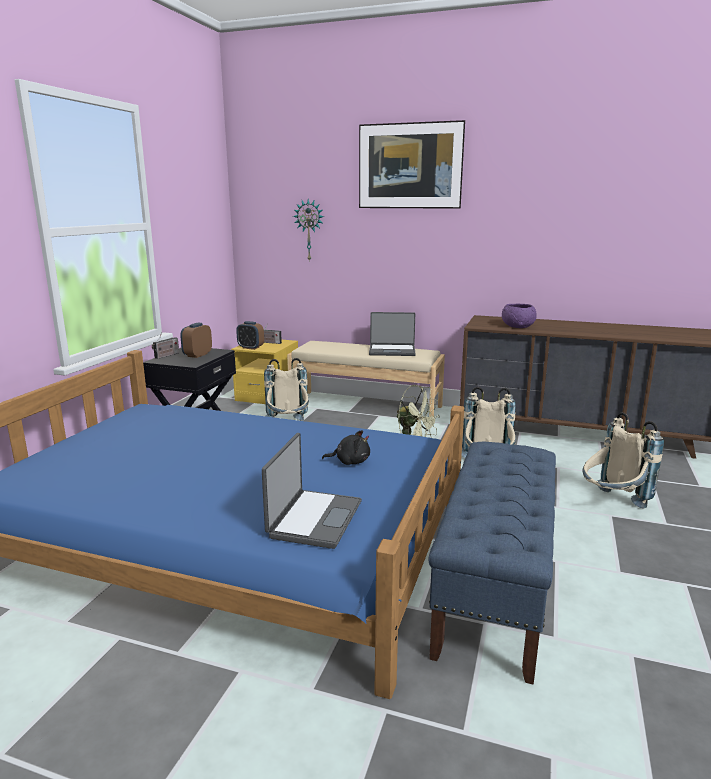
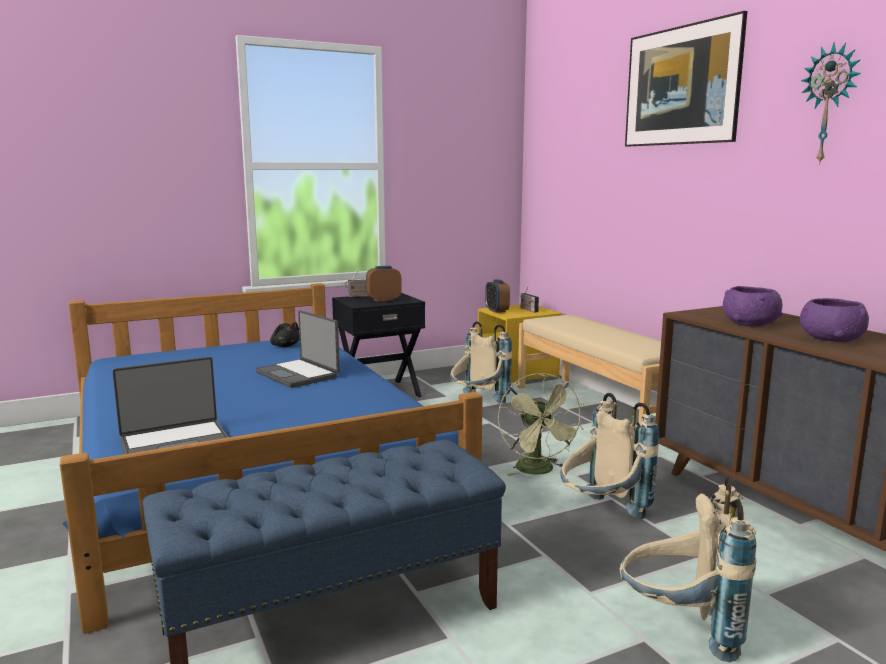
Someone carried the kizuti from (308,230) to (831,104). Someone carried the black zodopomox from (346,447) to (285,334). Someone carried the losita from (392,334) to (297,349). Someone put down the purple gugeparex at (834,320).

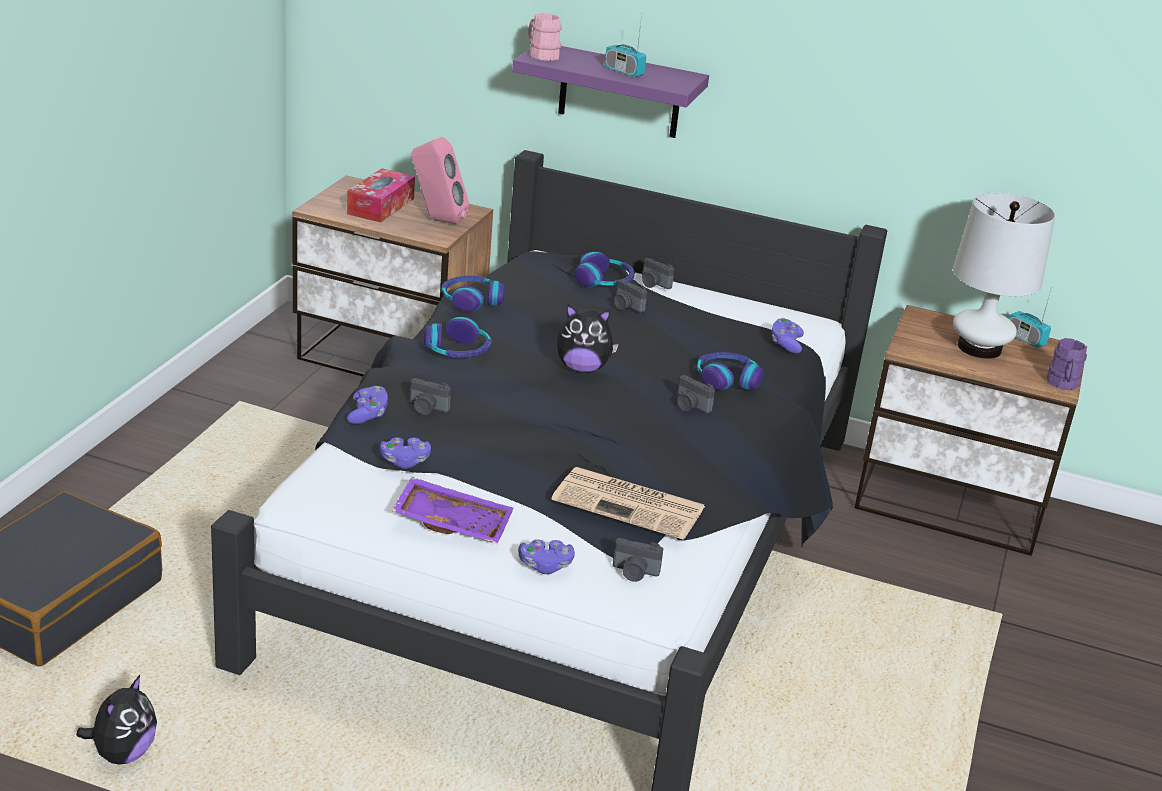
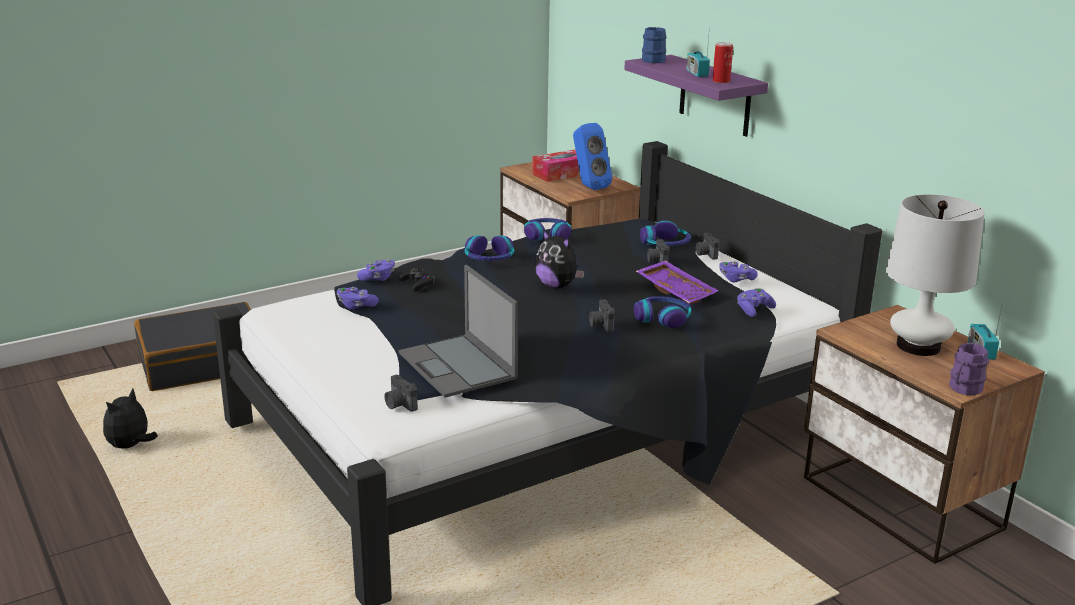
Someone rotated the zodopomox at (116,720) by 150 degrees clockwise. Someone carried the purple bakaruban from (453,510) to (677,282). Someone swapped the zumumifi at (430,396) for the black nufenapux at (416,279). Someone repainted the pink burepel at (440,181), which became the blue burepel at (592,156). Someone carried the purple nufenapux from (546,556) to (738,271). Someone repainted the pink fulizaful at (545,37), which became the blue fulizaful at (654,45). Someone swapped the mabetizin at (628,503) for the losita at (458,331). Someone put down the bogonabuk at (723,63).

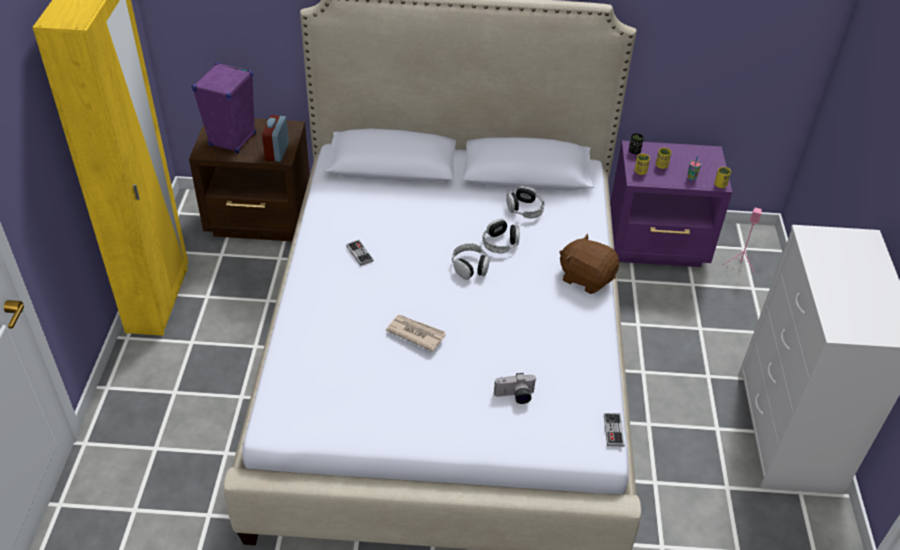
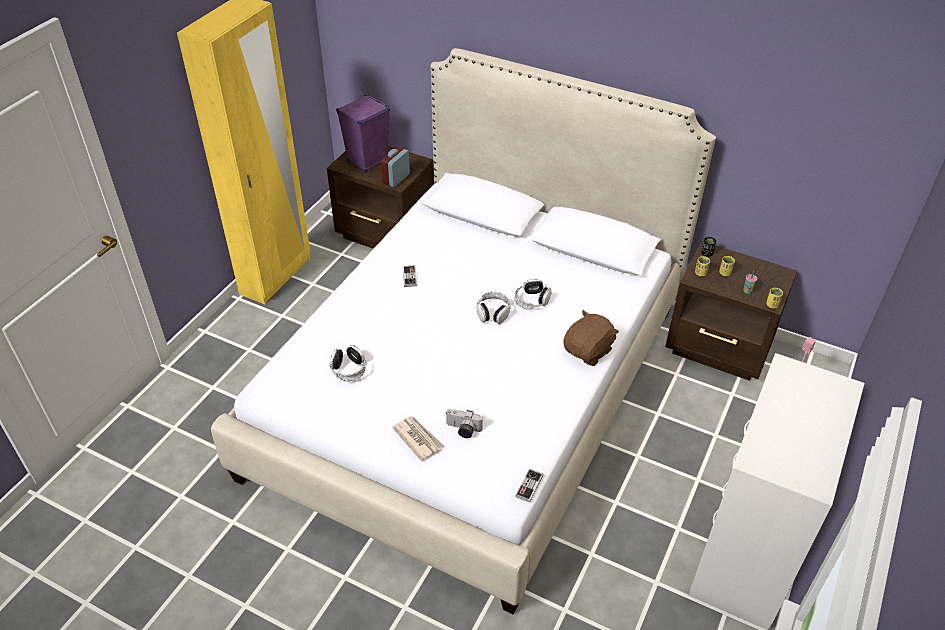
Someone carried the mabetizin from (416,333) to (418,438). Someone carried the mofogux from (525,202) to (348,363). Someone rotated the brown zodopomox at (589,263) by 75 degrees clockwise. Someone repainted the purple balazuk at (671,203), which became the brown balazuk at (731,311).

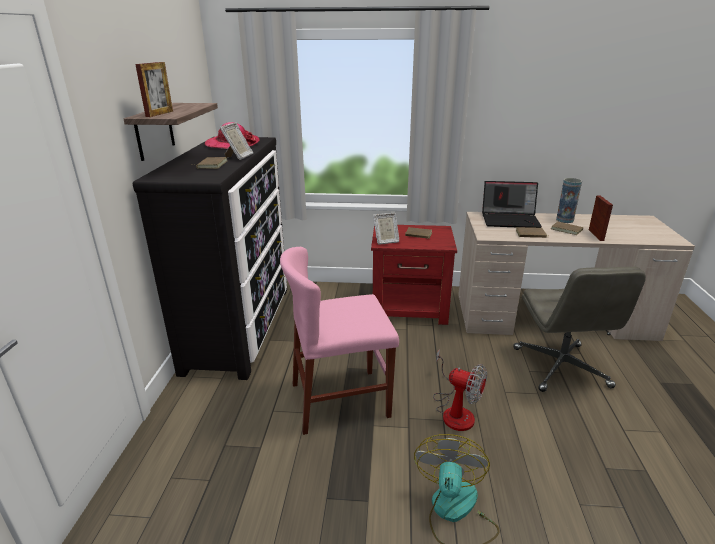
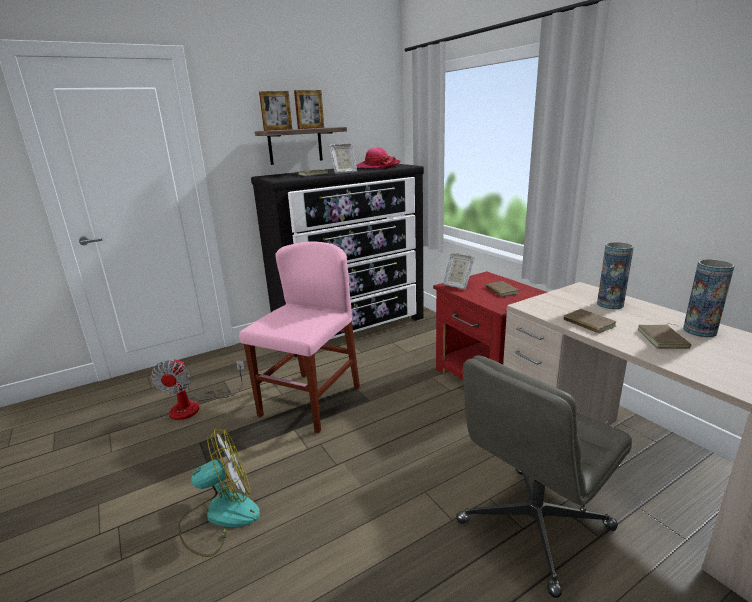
Someone rotated the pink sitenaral at (339,341) by 75 degrees clockwise. Someone carried the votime from (460,390) to (198,389). Someone swapped the losita at (512,204) for the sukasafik at (615,275). Someone carried the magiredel from (601,218) to (309,109).

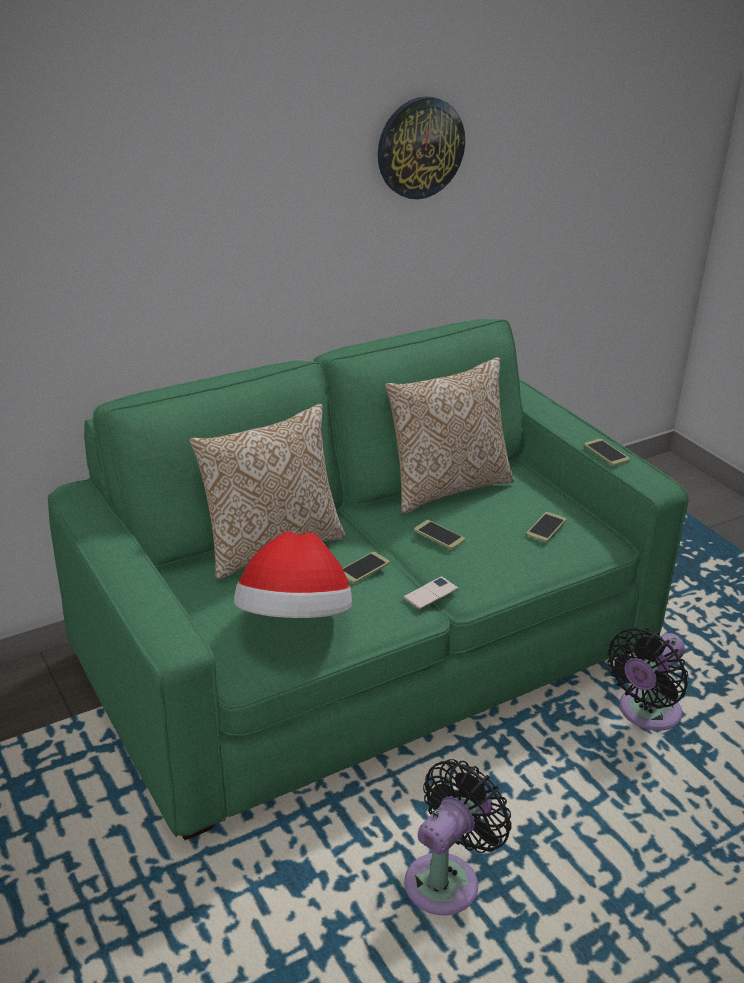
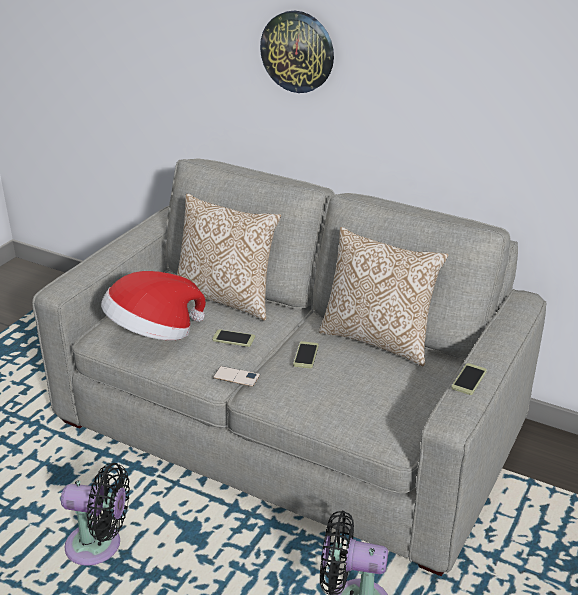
Someone repainted the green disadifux at (368,579), which became the grey disadifux at (289,367). Someone carried the kizuti from (421,147) to (297,52). Someone took away the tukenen at (546,527).

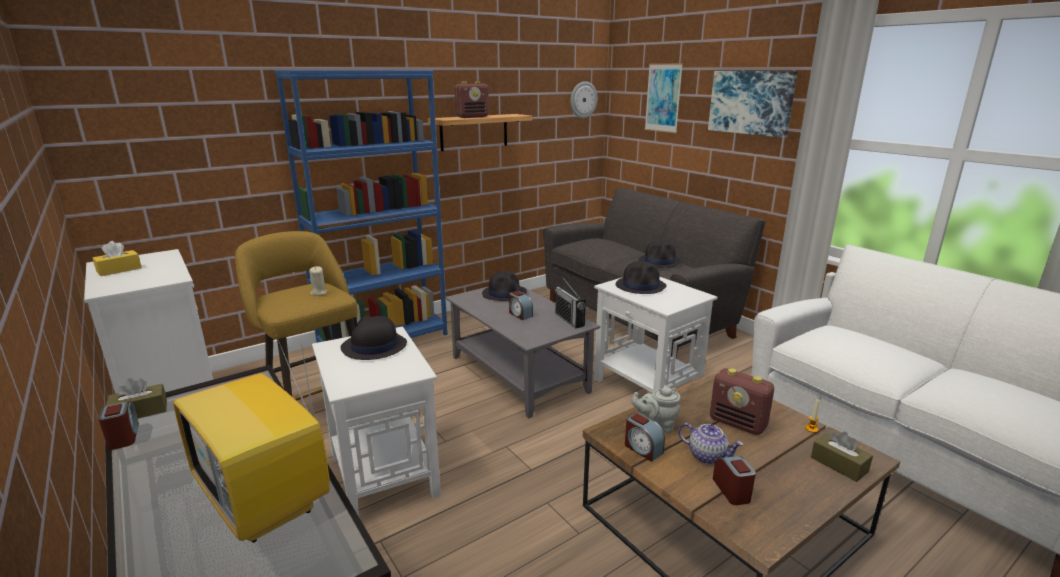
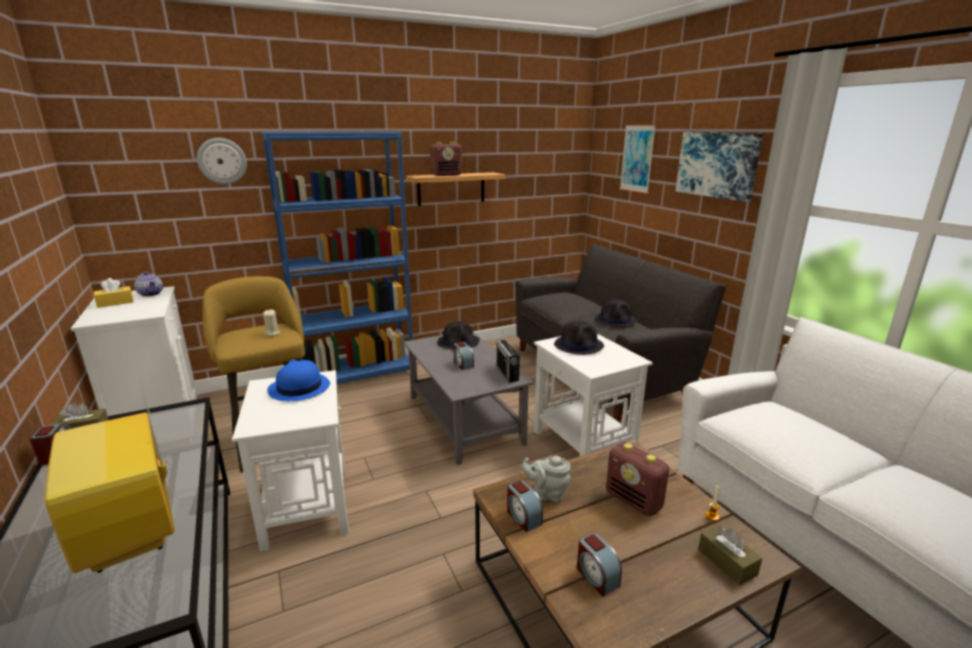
Someone repainted the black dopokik at (373,338), which became the blue dopokik at (298,380). Someone carried the kizuti from (583,99) to (222,161). Someone carried the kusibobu from (710,443) to (148,284). Someone rotated the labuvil at (734,480) by 150 degrees clockwise.

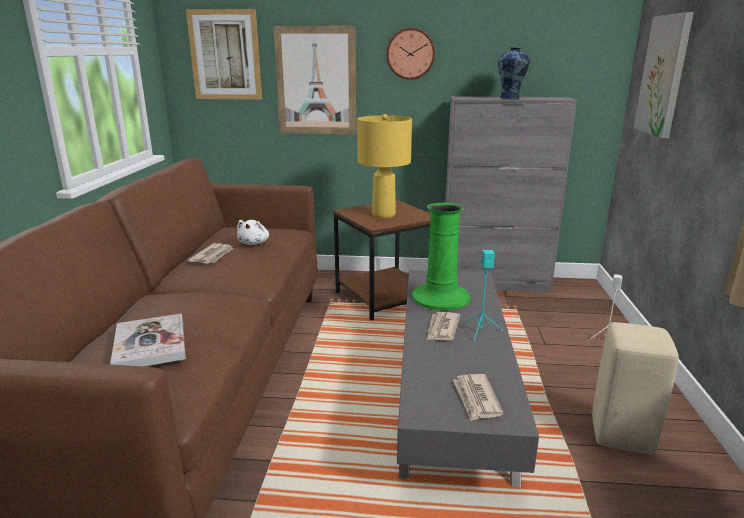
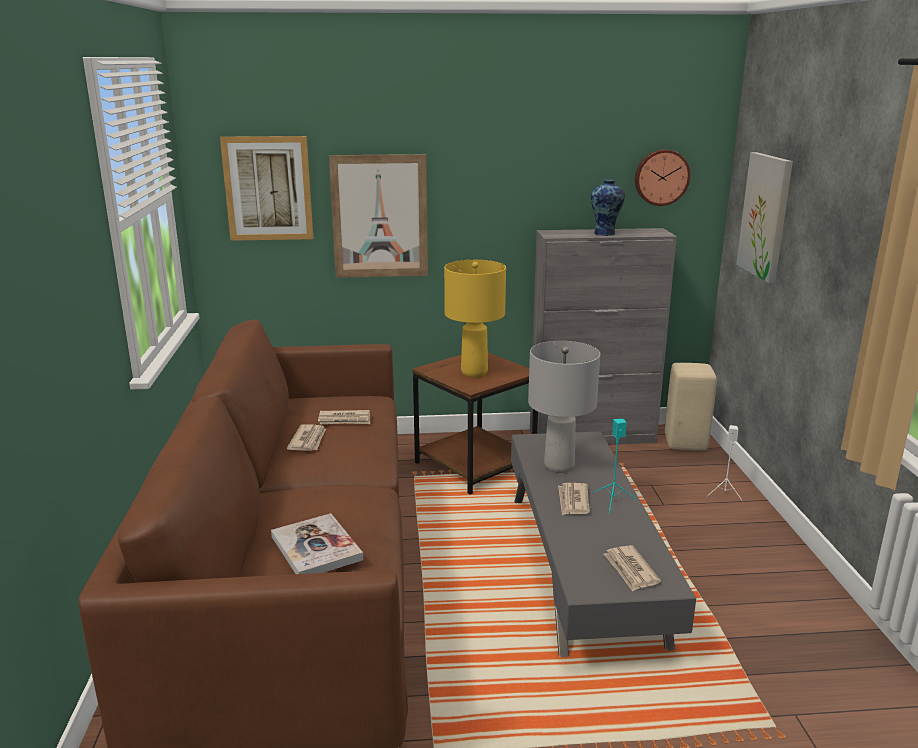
Someone swapped the white zodopomox at (253,232) for the mabetizin at (344,417). Someone carried the kizuti from (410,54) to (662,177). Someone swapped the green sukasafik at (441,257) for the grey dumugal at (564,407). Someone carried the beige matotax from (635,388) to (691,407).

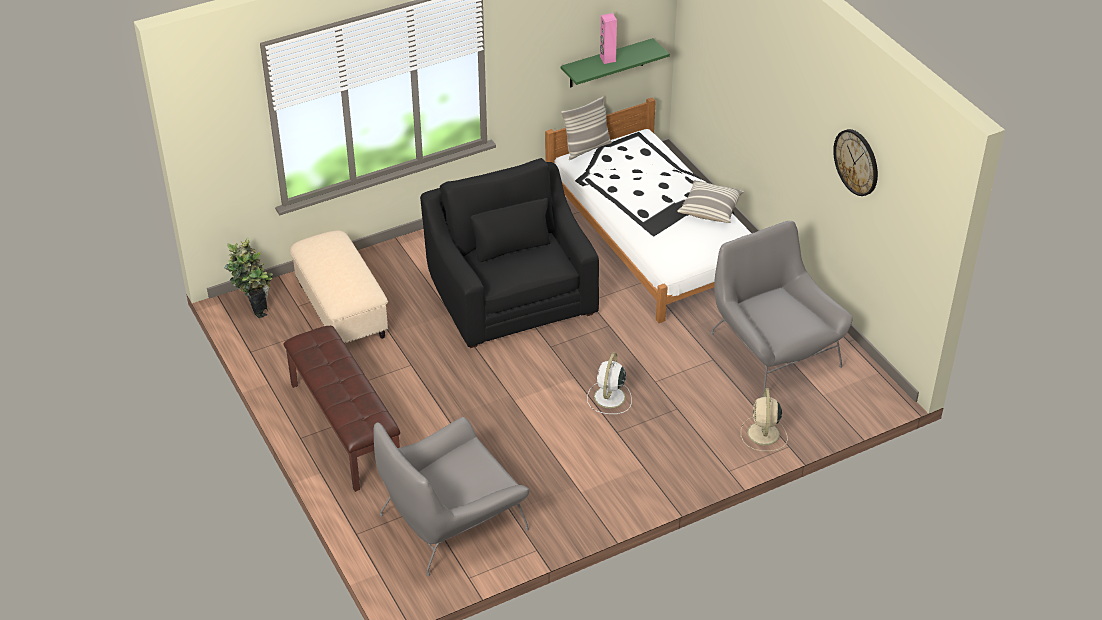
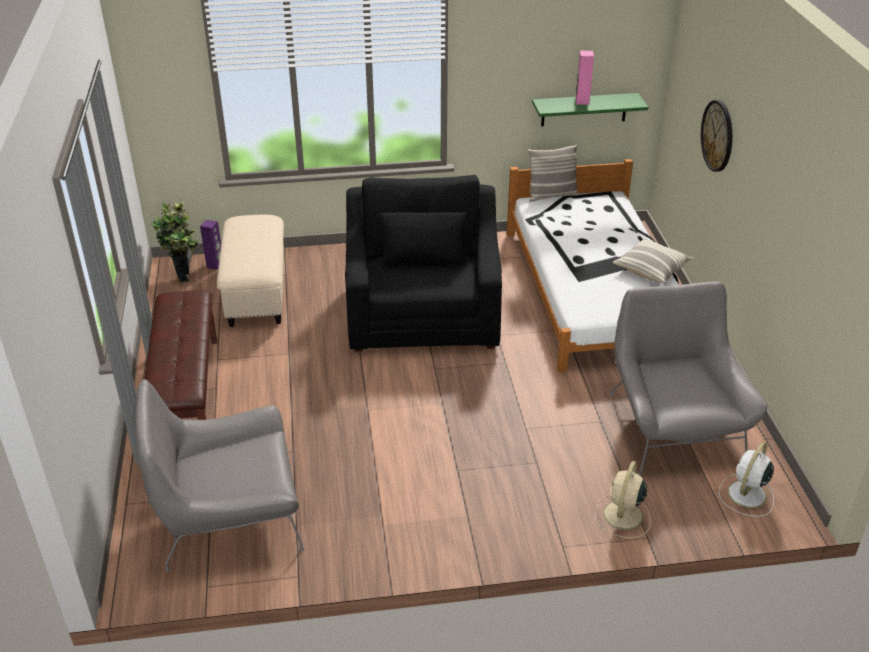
Someone carried the white votime from (609,383) to (746,479). Someone carried the kizuti from (855,162) to (716,136). Someone put down the purple burepel at (210,245).

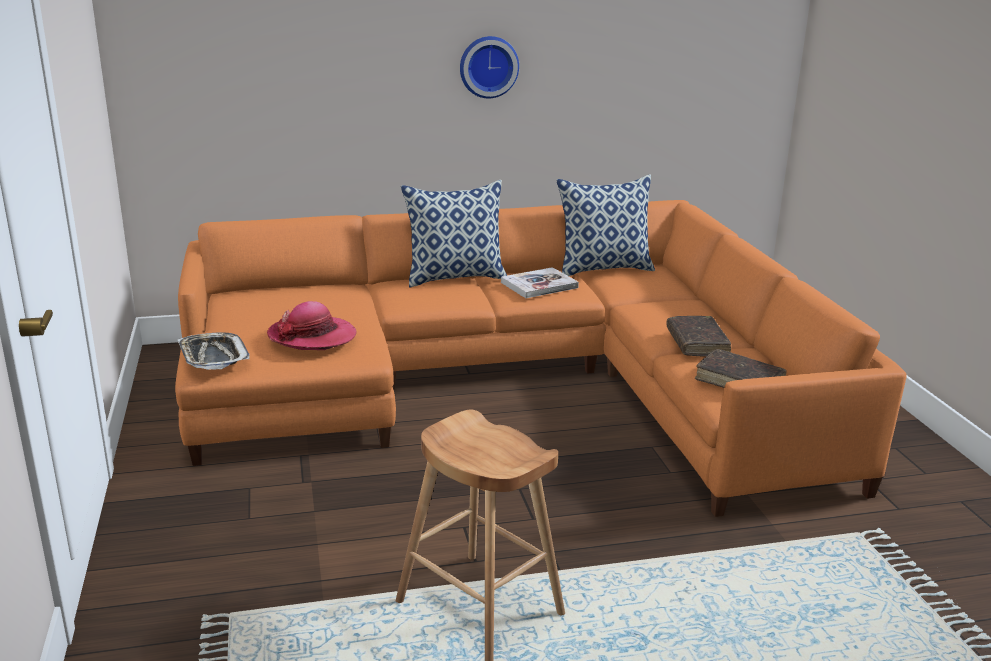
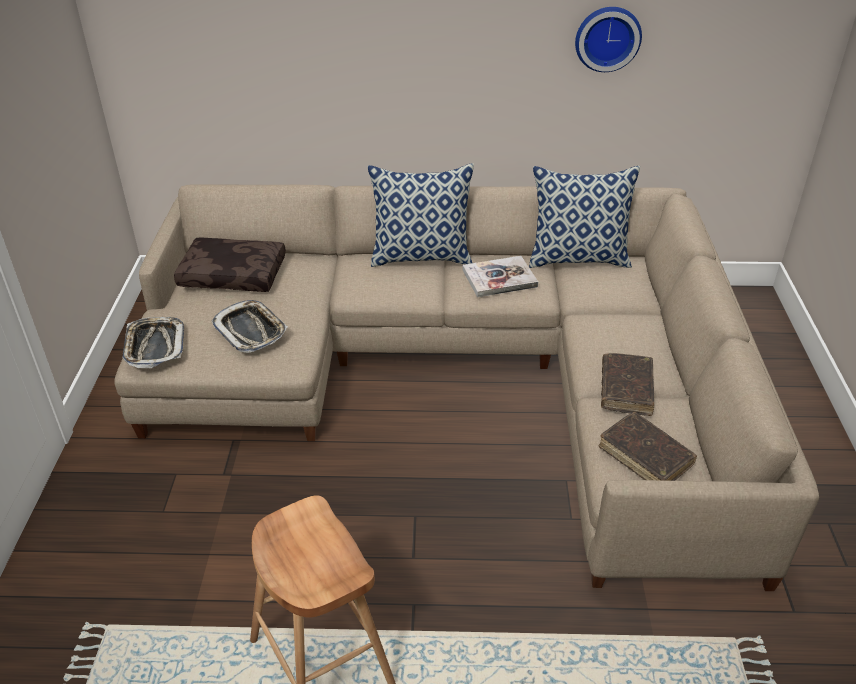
Someone repainted the orange disadifux at (541,358), which became the beige disadifux at (466,387). Someone swapped the dopokik at (312,325) for the bakaruban at (249,326). Someone carried the kizuti from (489,67) to (608,39). Someone put down the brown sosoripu at (230,264).

